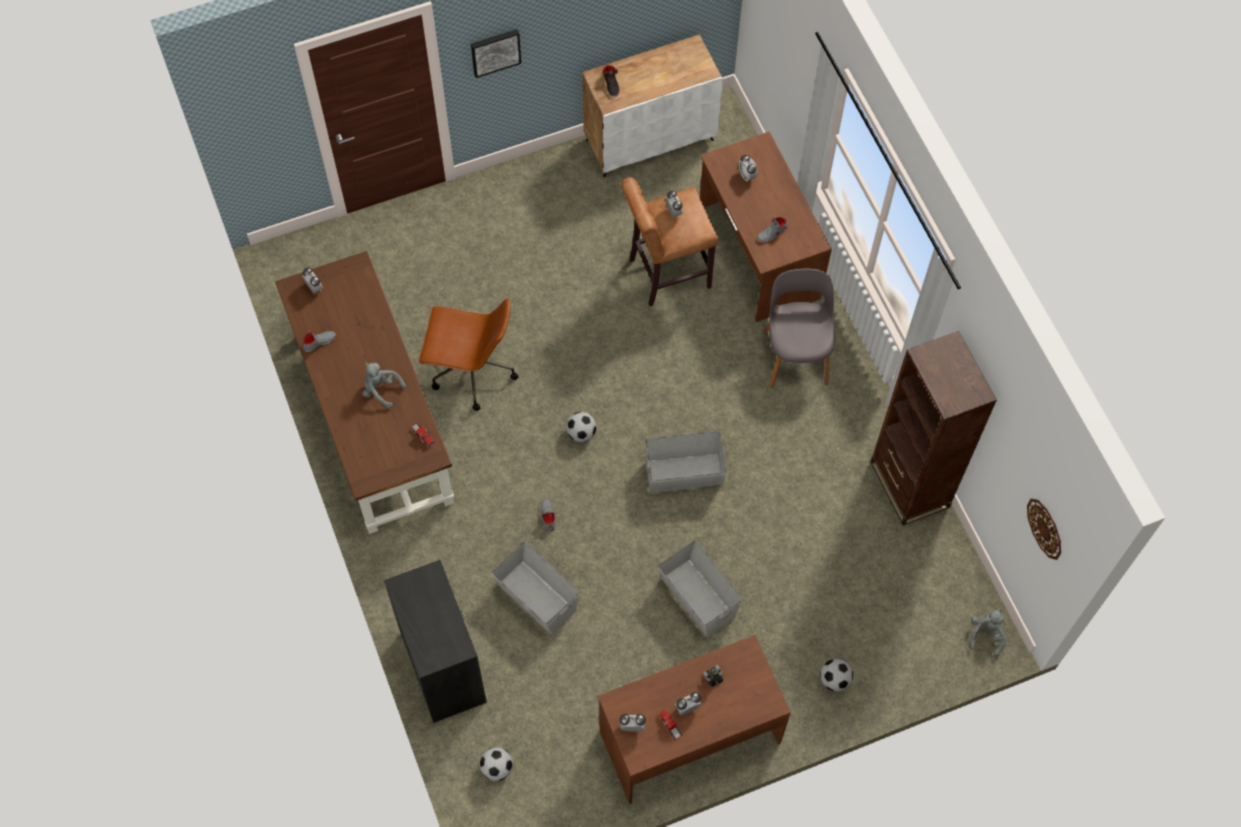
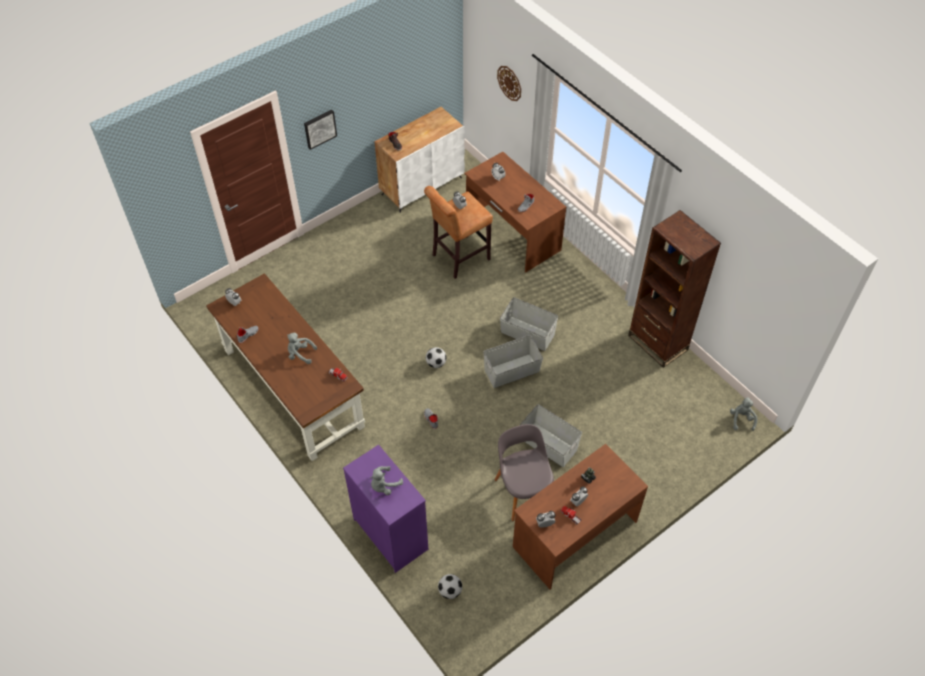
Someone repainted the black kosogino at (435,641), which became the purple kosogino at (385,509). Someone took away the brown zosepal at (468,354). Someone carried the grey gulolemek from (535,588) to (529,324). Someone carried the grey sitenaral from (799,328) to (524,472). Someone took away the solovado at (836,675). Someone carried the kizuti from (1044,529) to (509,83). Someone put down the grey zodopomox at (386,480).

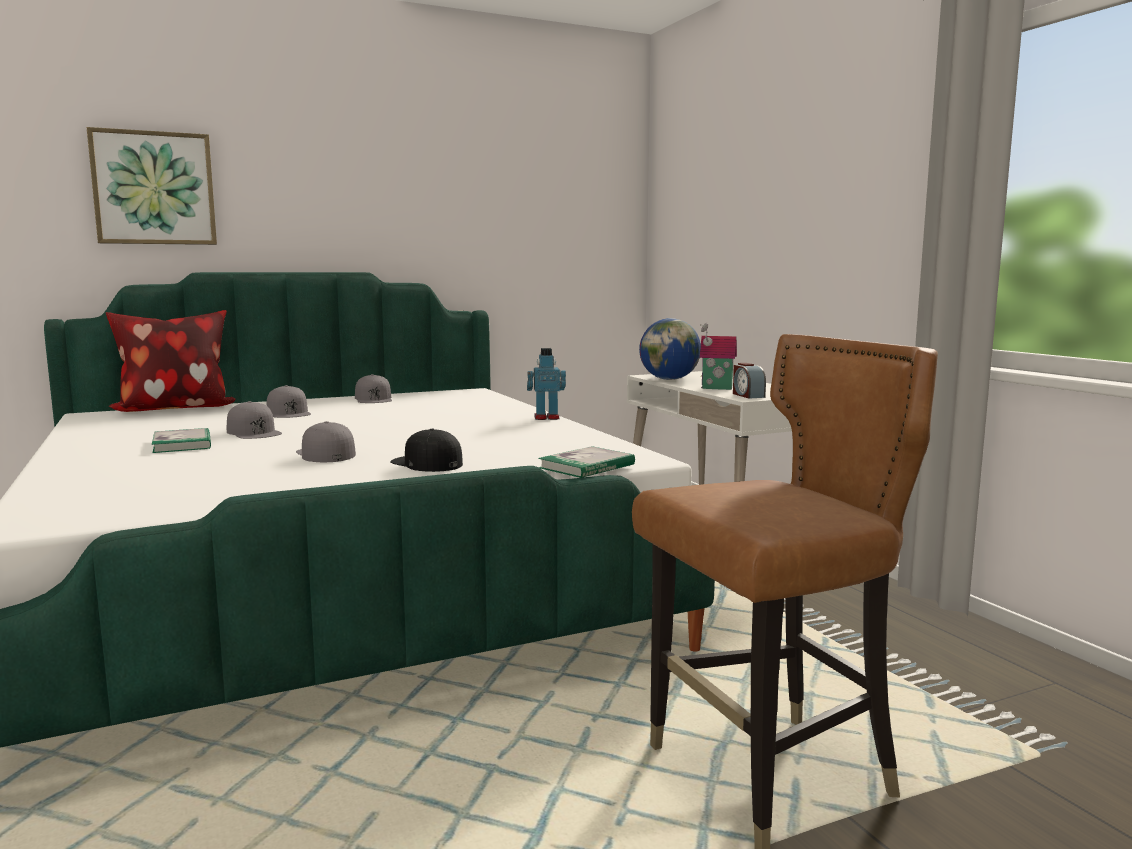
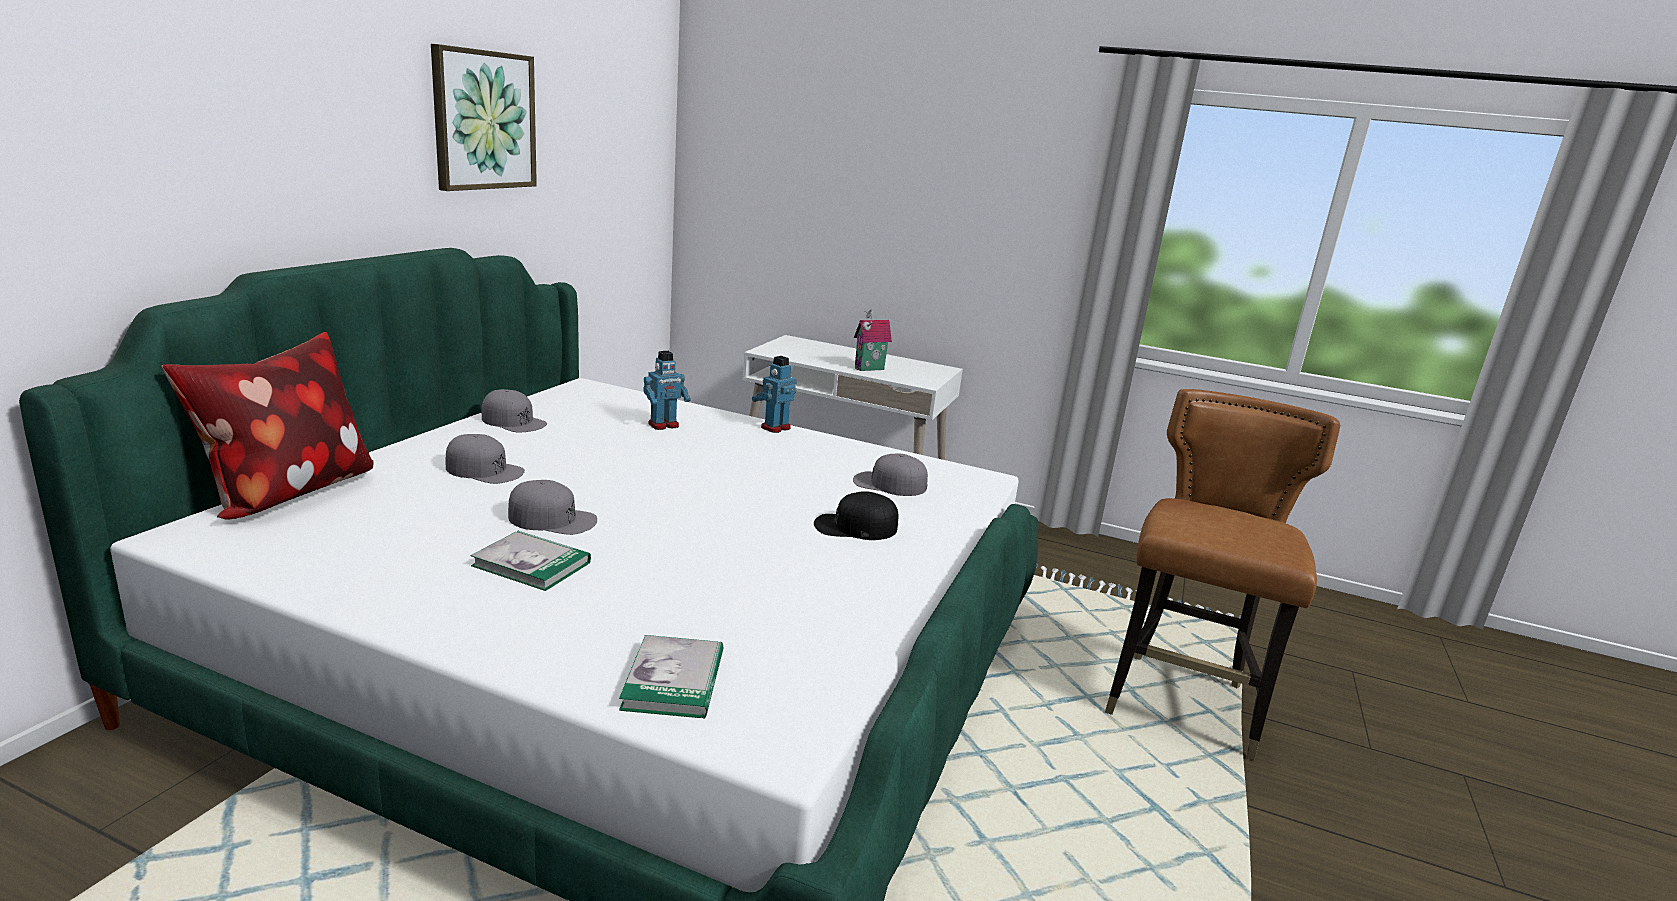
Someone carried the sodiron from (151,186) to (484,117). Someone carried the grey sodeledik from (326,441) to (890,474). Someone carried the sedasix from (586,462) to (671,677). Someone took away the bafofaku at (670,349). Someone took away the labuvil at (749,381). Someone put down the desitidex at (667,390).

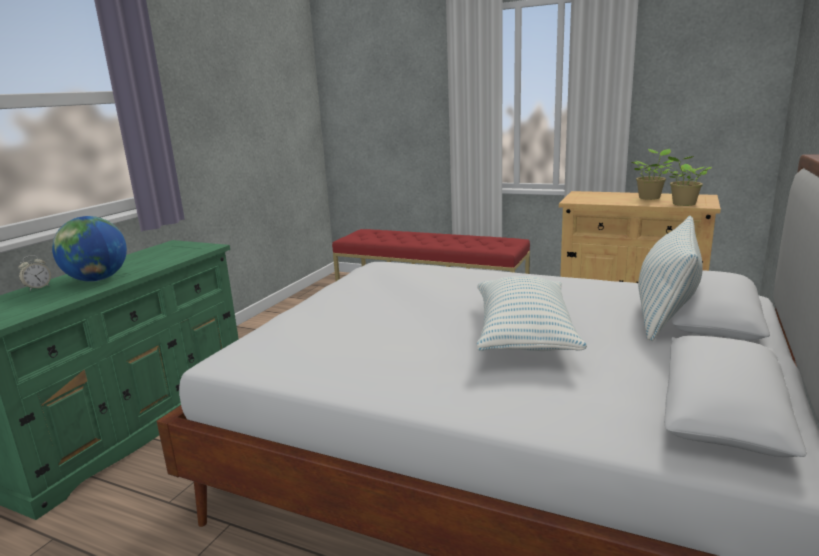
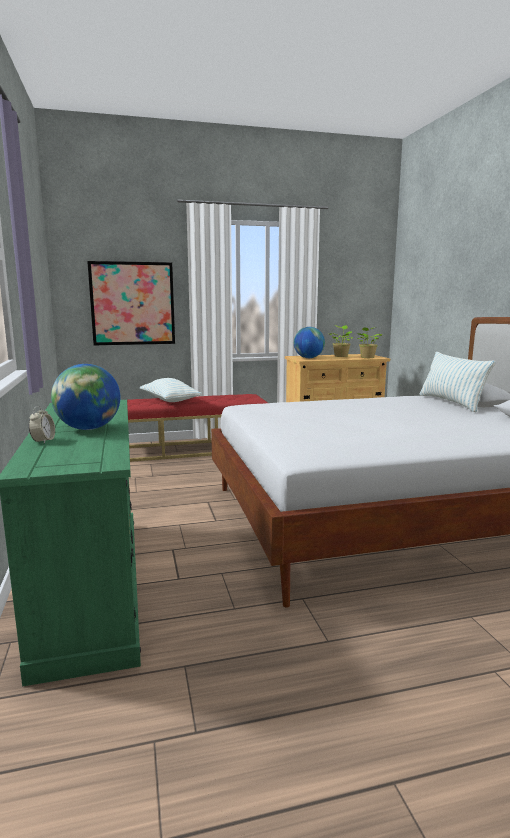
Someone carried the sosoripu from (531,313) to (171,390). Someone put up the sodiron at (131,303). Someone put down the bafofaku at (309,342).

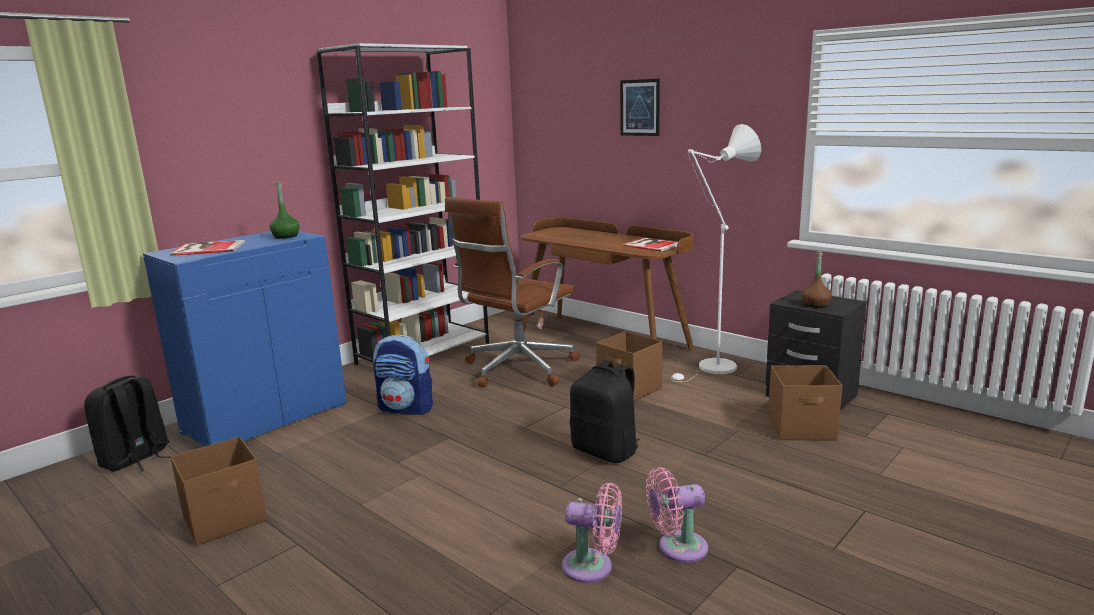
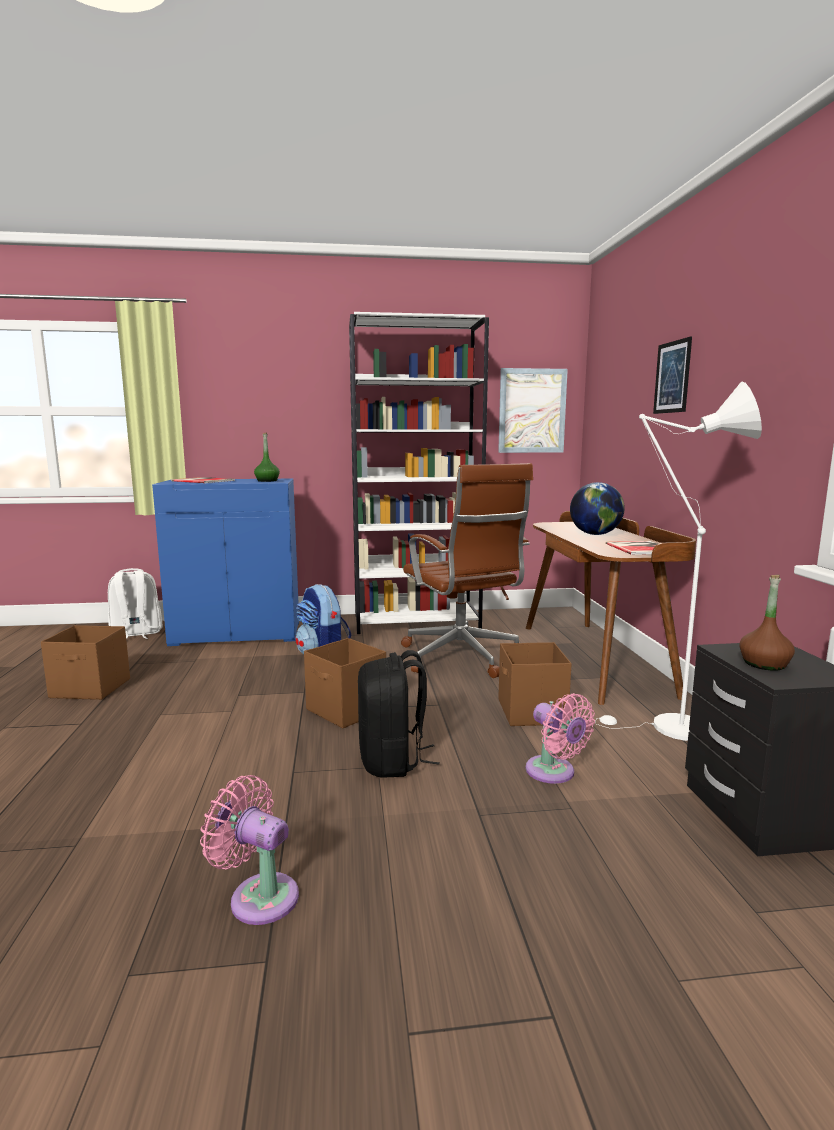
Someone repainted the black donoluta at (127,424), which became the white donoluta at (135,603). Someone rotated the brown zosepal at (512,292) by 105 degrees counterclockwise. Someone carried the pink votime from (592,533) to (560,738). Someone carried the brown gulolemek from (805,402) to (345,683). Someone put up the sodiron at (533,410). Someone put down the bafofaku at (597,508).

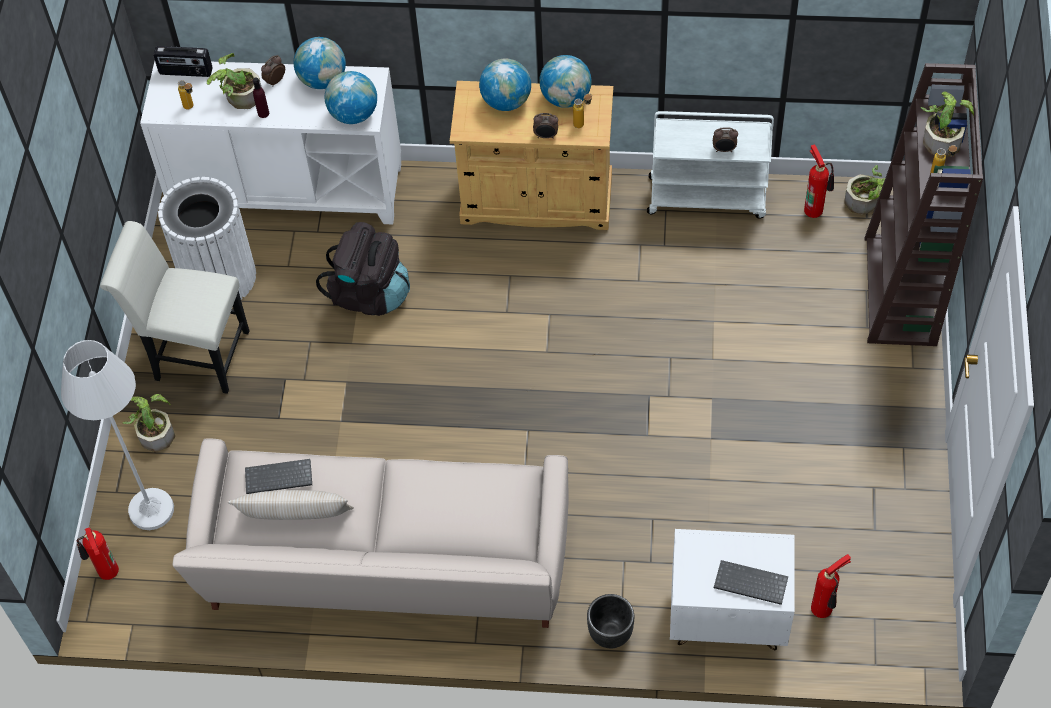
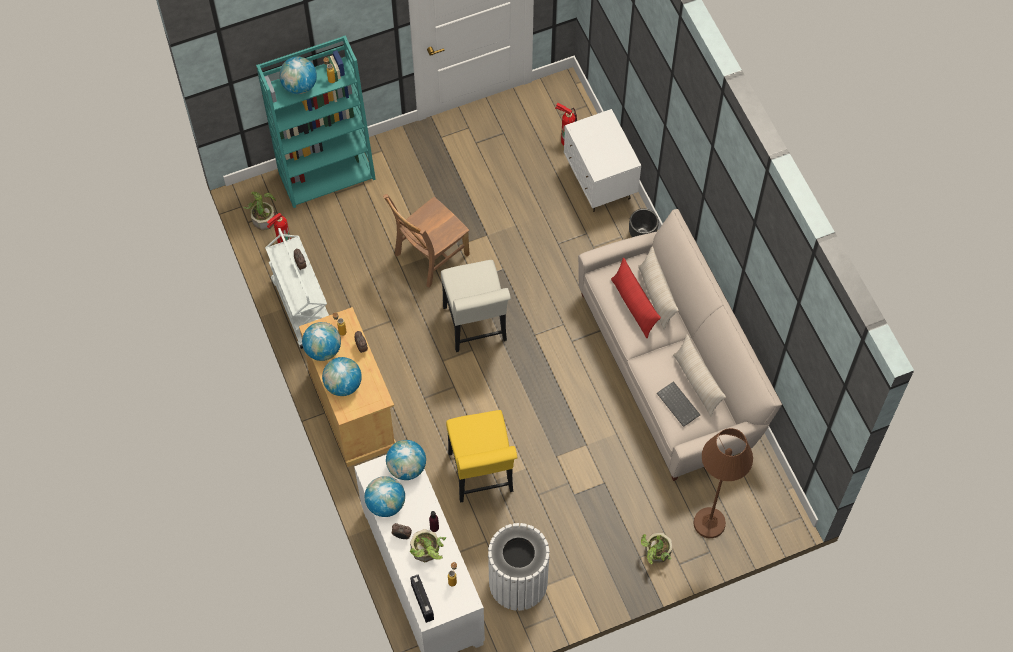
Someone repainted the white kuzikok at (117,435), which became the brown kuzikok at (723,483). Someone took away the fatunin at (98,553). Someone carried the white sitenaral from (174,307) to (476,306). Someone swapped the black donoluta at (363,269) for the yellow sitenaral at (481,456). Someone took away the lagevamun at (751,582). Someone repainted the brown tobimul at (924,204), which became the turquoise tobimul at (316,121). Someone swapped the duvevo at (947,124) for the bafofaku at (298,75). Someone put down the brown sitenaral at (426,241). Someone put down the red sosoripu at (636,298). Someone put down the beige sosoripu at (658,288).

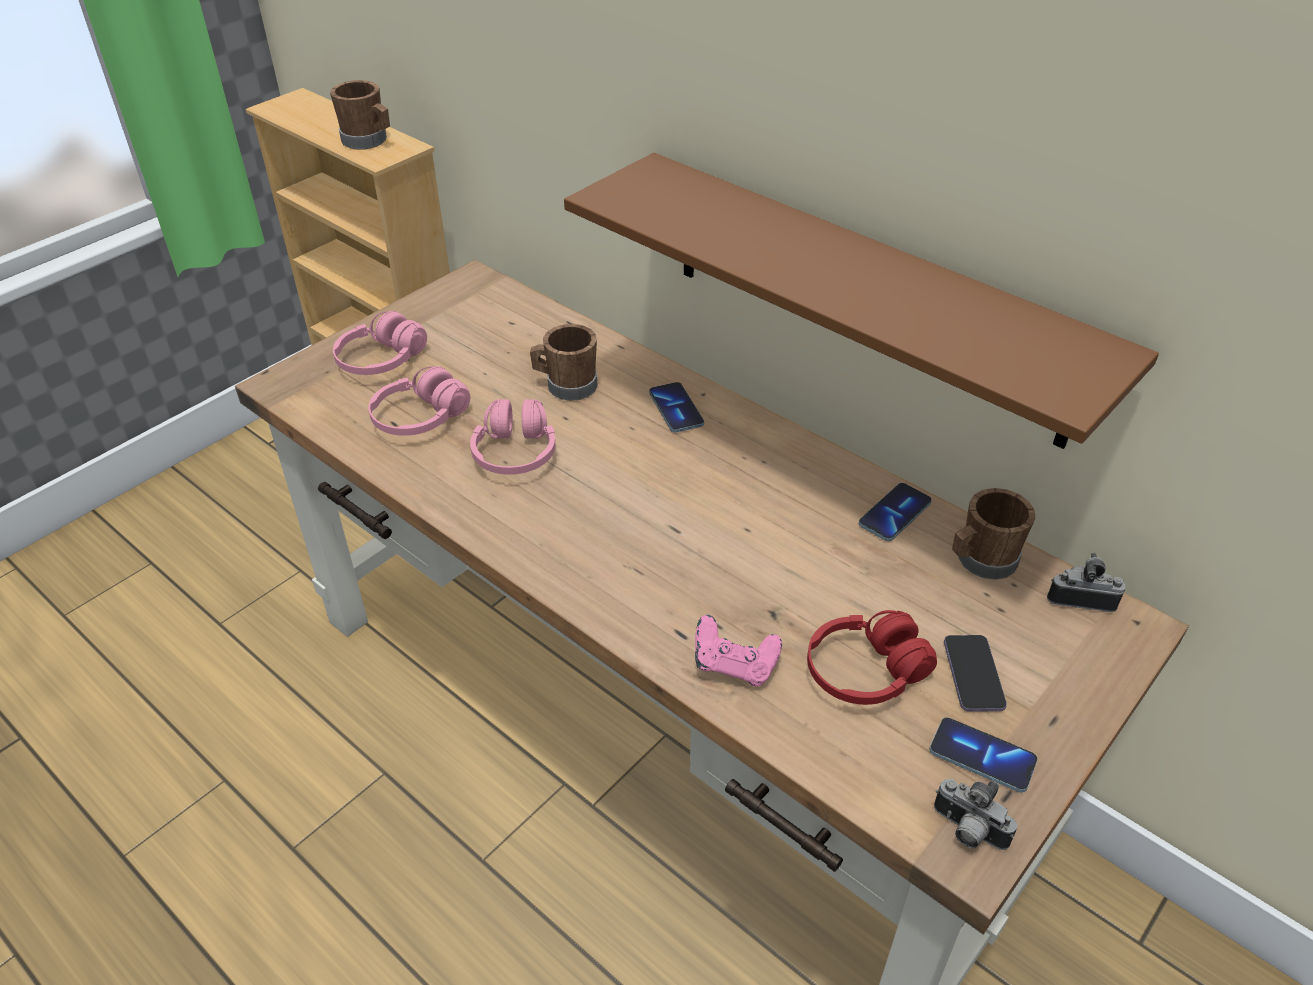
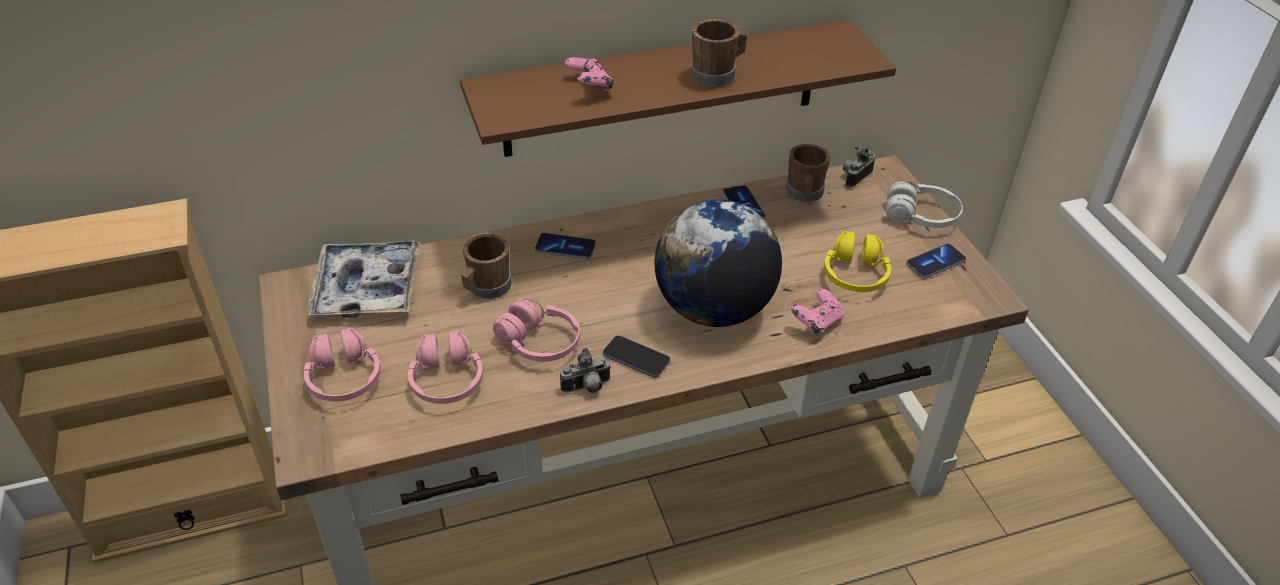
Someone carried the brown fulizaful from (360,115) to (719,53). Someone repainted the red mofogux at (872,657), which became the yellow mofogux at (857,261). Someone carried the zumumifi from (975,814) to (585,370). Someone carried the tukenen from (975,673) to (636,356). Someone put down the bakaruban at (363,279). Someone put down the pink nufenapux at (589,74). Someone put down the bafofaku at (718,263). Someone put down the white mofogux at (924,204).

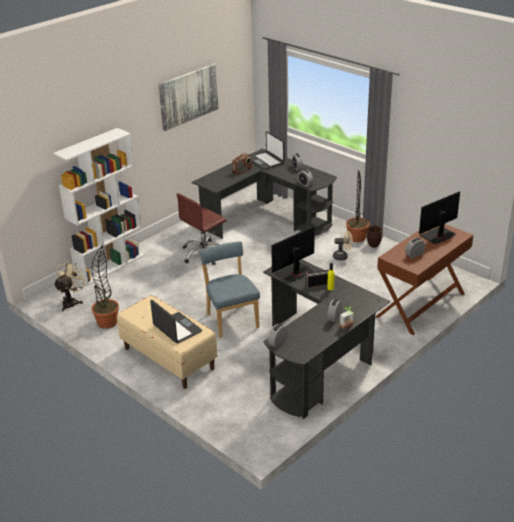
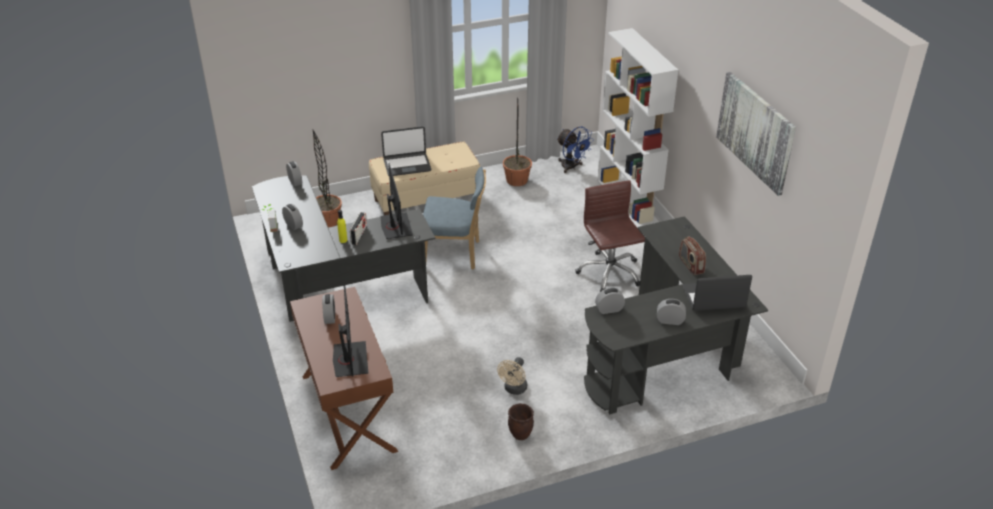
Someone repainted the beige votime at (70,287), which became the blue votime at (575,149). Someone carried the duvevo from (358,206) to (327,179).

